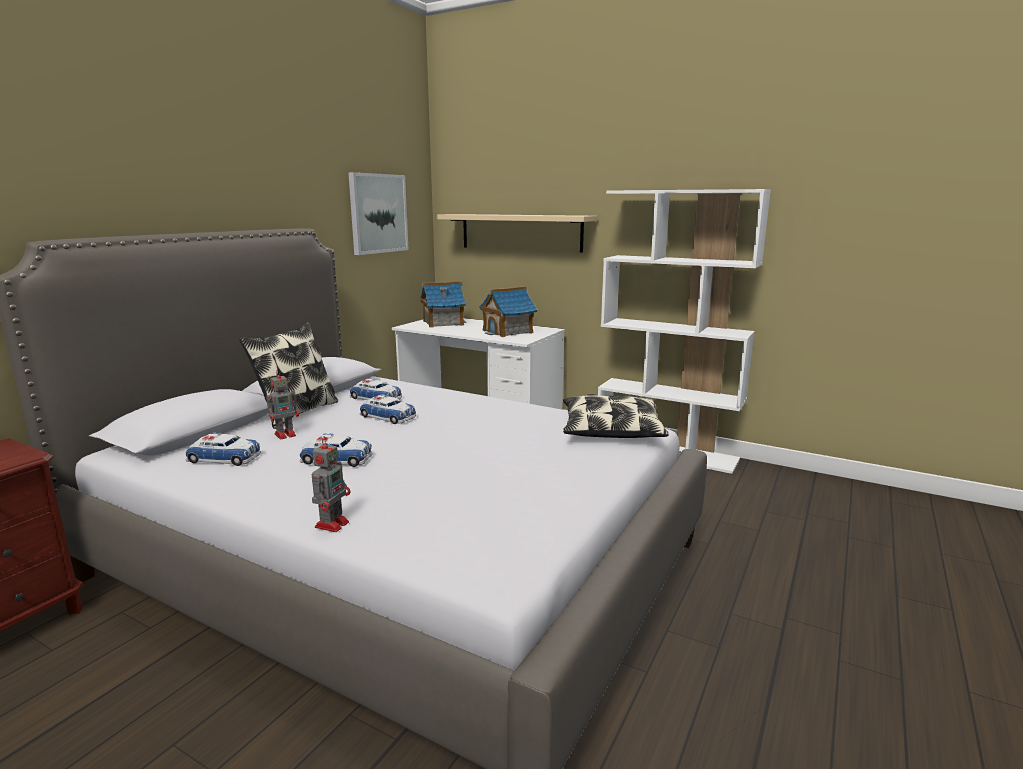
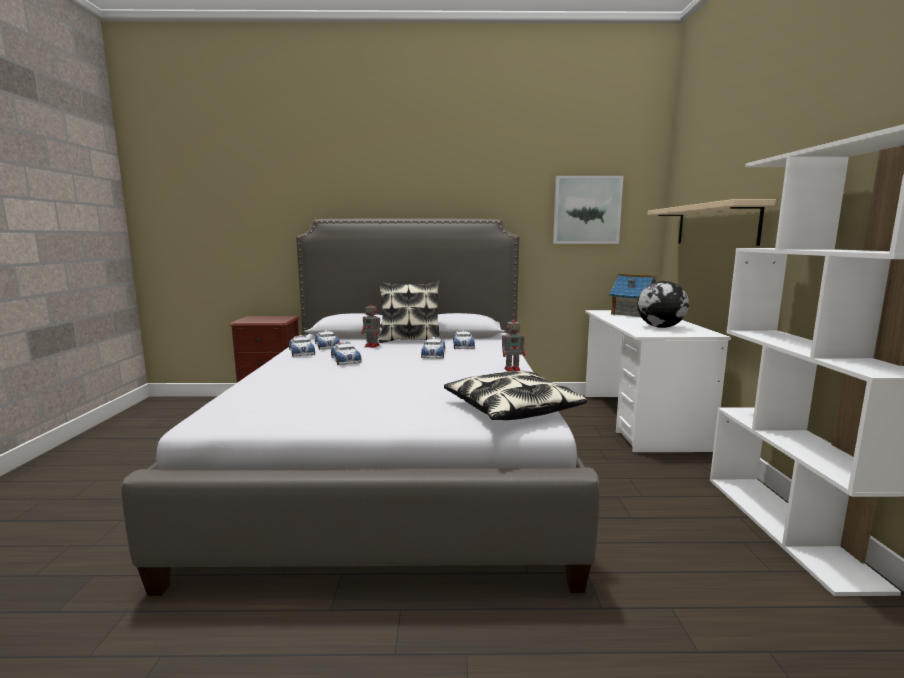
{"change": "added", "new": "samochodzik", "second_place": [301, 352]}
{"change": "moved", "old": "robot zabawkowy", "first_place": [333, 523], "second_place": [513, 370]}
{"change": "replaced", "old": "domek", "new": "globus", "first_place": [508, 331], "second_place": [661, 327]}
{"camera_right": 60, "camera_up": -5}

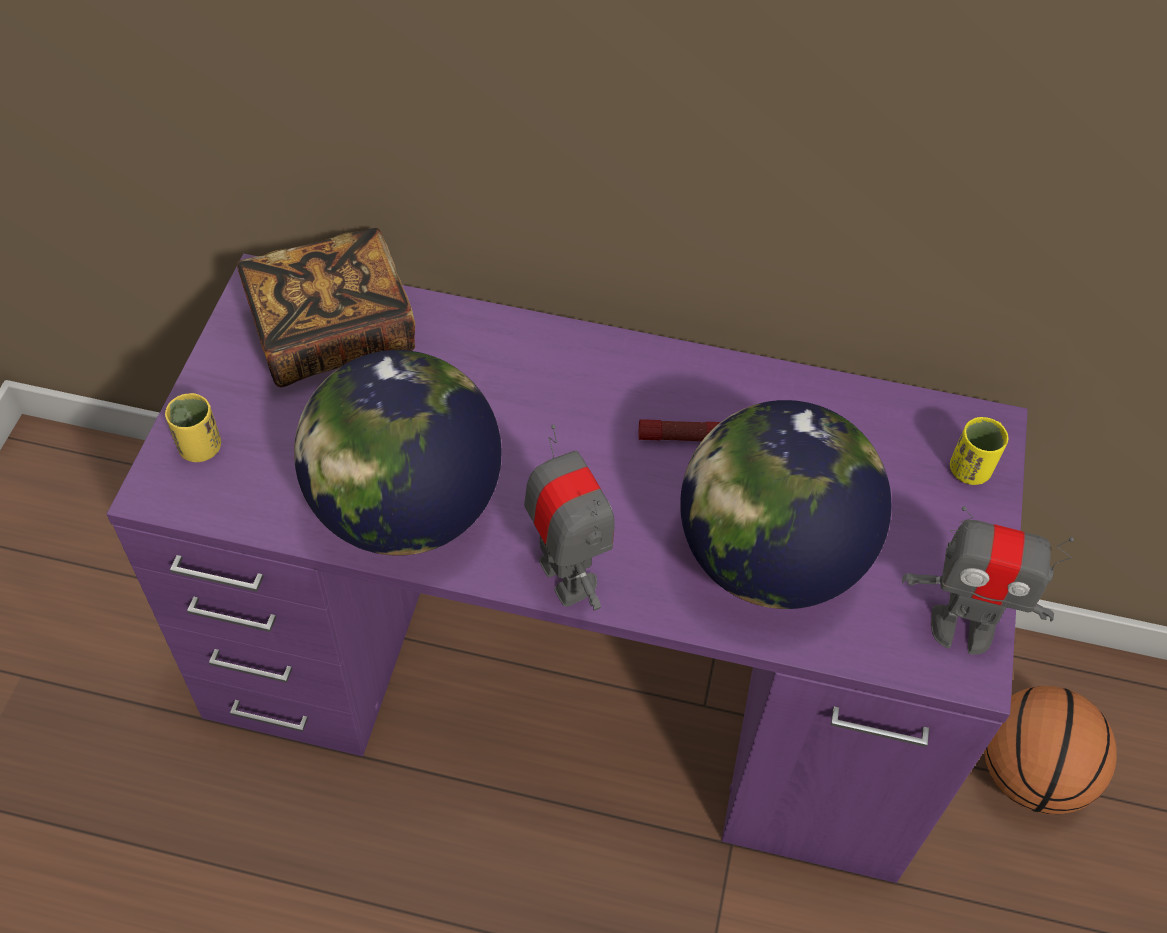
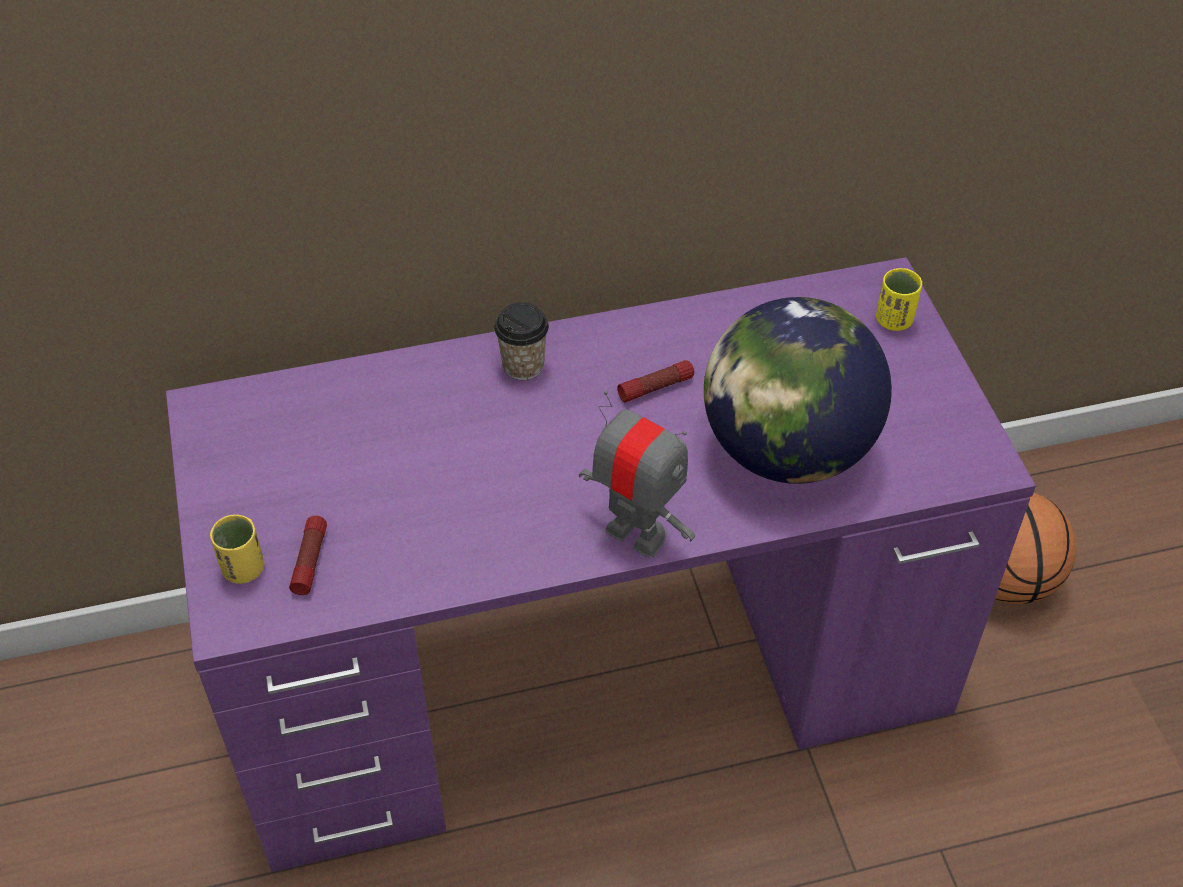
{"change": "removed", "old": "książka", "first_place": [332, 333]}
{"change": "removed", "old": "globus", "first_place": [404, 509]}
{"change": "removed", "old": "robot zabawkowy", "first_place": [962, 627]}
{"change": "added", "new": "latarka", "second_place": [310, 560]}
{"change": "added", "new": "filiżanka", "second_place": [523, 365]}
{"camera_right": -25, "camera_up": -5}

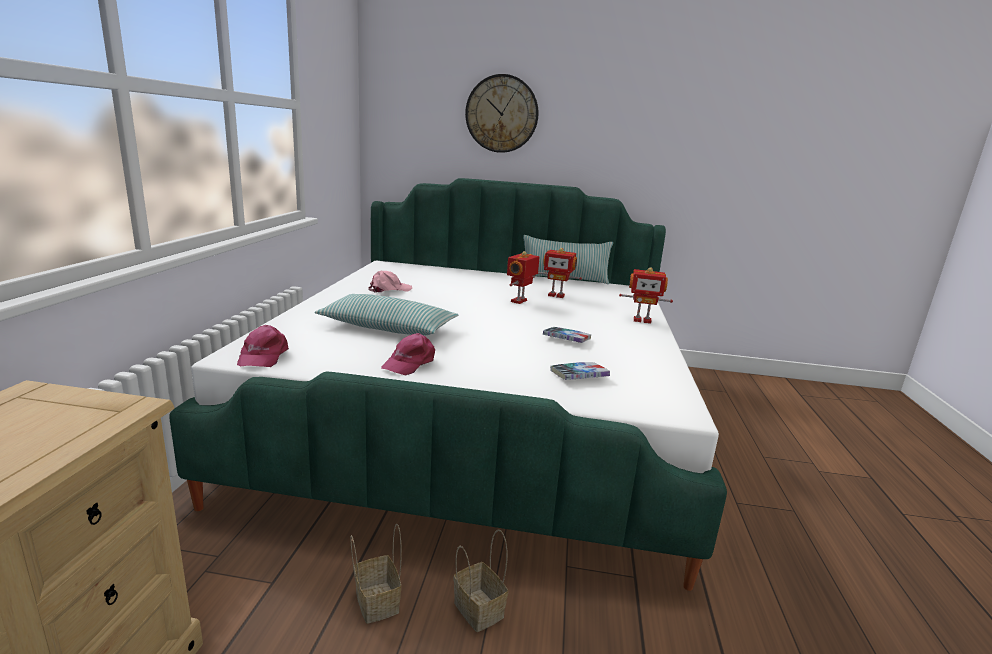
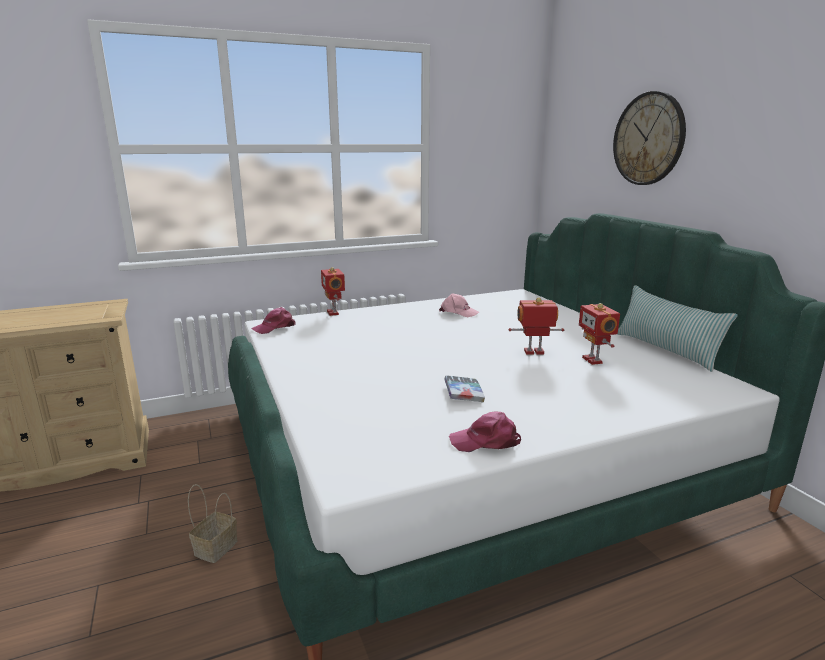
{"change": "removed", "old": "poduszka", "first_place": [387, 327]}
{"change": "removed", "old": "koszyk", "first_place": [375, 601]}
{"change": "removed", "old": "książka", "first_place": [579, 376]}
{"change": "moved", "old": "czapka z daszkiem/różowy", "first_place": [409, 363], "second_place": [486, 441]}
{"change": "moved", "old": "robot zabawkowy", "first_place": [642, 320], "second_place": [334, 313]}
{"camera_right": 60, "camera_up": 0}

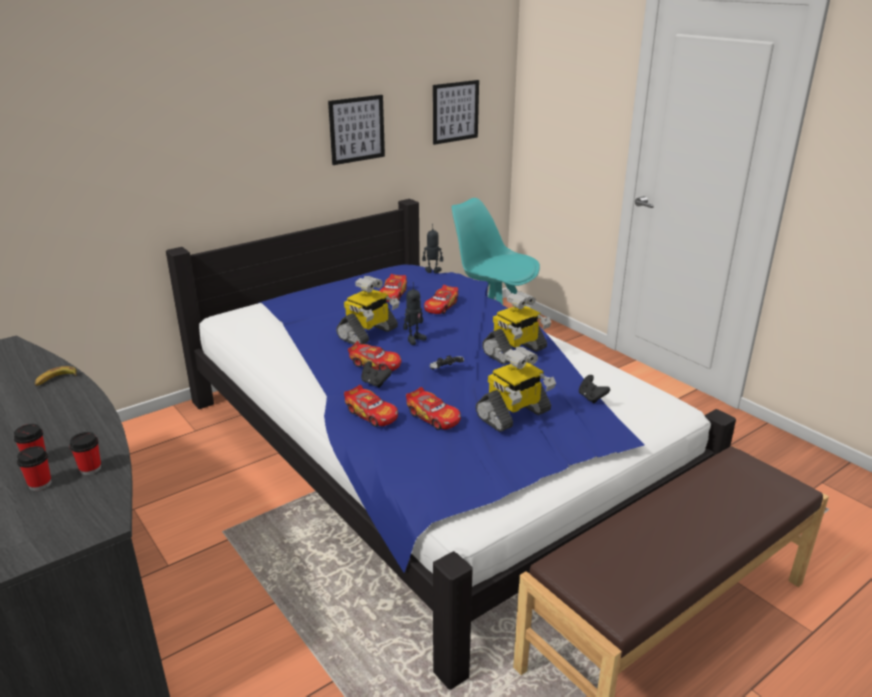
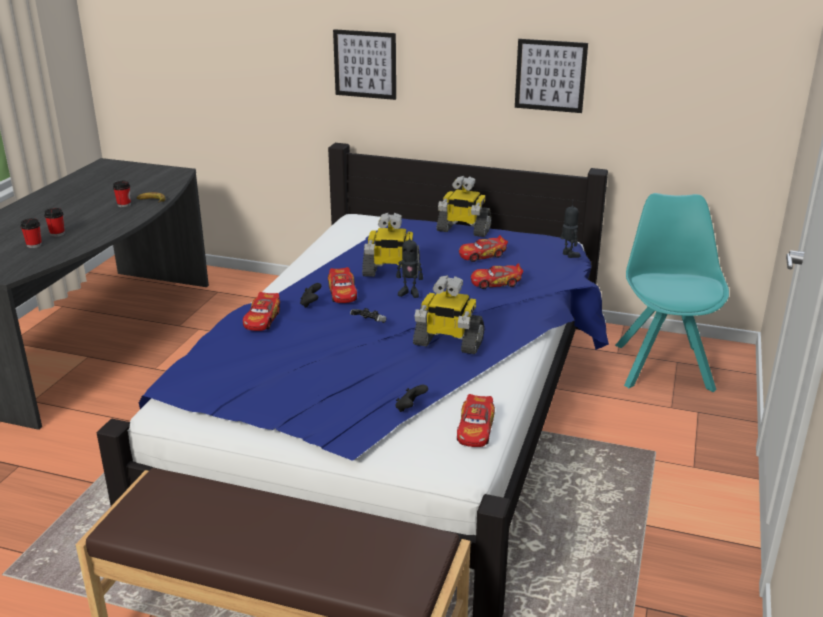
{"change": "moved", "old": "filiżanka", "first_place": [90, 469], "second_place": [124, 205]}
{"change": "moved", "old": "samochodzik", "first_place": [433, 417], "second_place": [475, 430]}
{"change": "moved", "old": "obraz", "first_place": [455, 112], "second_place": [365, 64]}
{"change": "moved", "old": "robot zabawkowy", "first_place": [513, 415], "second_place": [463, 230]}
{"camera_right": 55, "camera_up": 0}

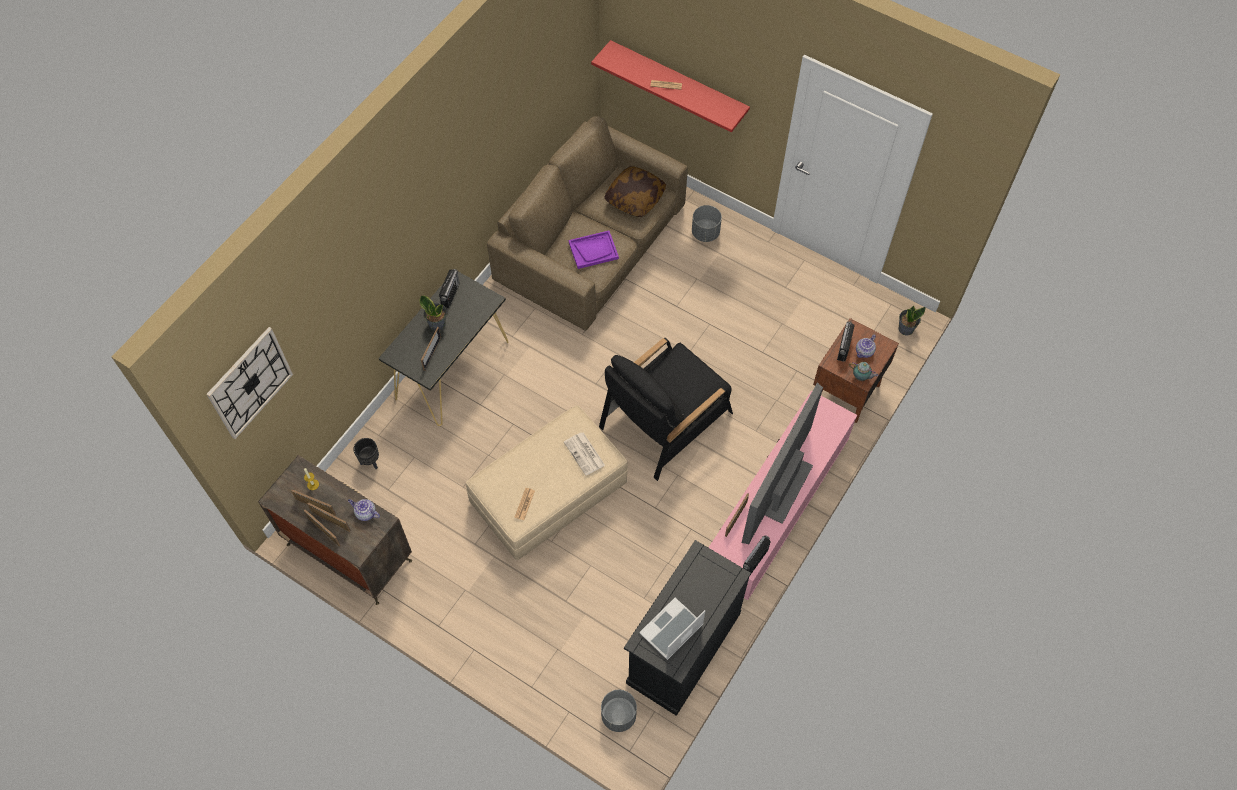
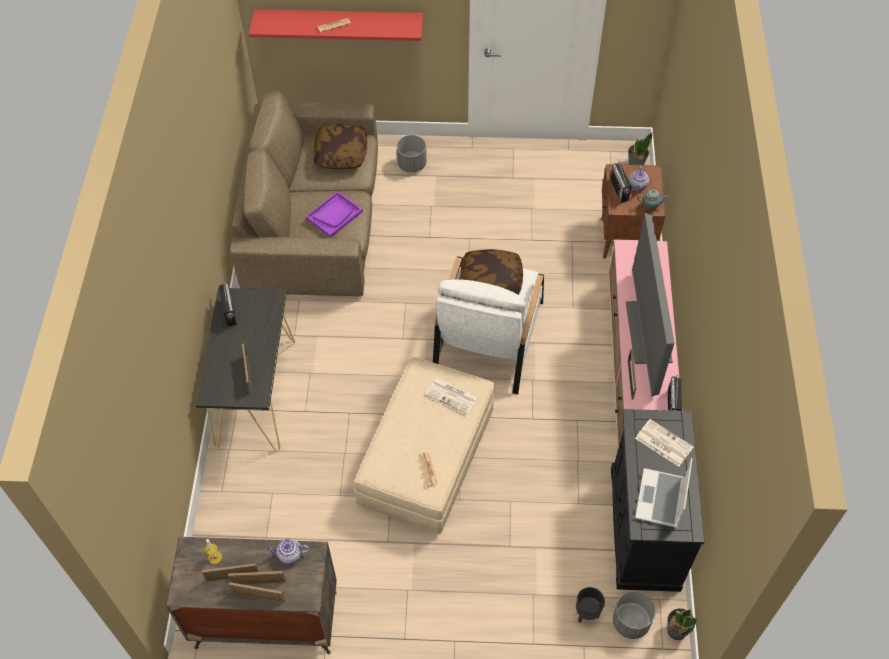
{"change": "removed", "old": "zegar ścienny", "first_place": [250, 383]}
{"change": "added", "new": "poduszka", "second_place": [491, 281]}
{"change": "added", "new": "gazeta", "second_place": [663, 443]}
{"change": "moved", "old": "donica/czarny", "first_place": [370, 462], "second_place": [586, 614]}
{"change": "moved", "old": "roślina doniczkowa", "first_place": [437, 324], "second_place": [676, 630]}
{"change": "recoloured", "old": "fotel/czarny", "new": "fotel/biały", "first_place": [665, 419], "second_place": [488, 337]}
{"camera_right": -30, "camera_up": -5}

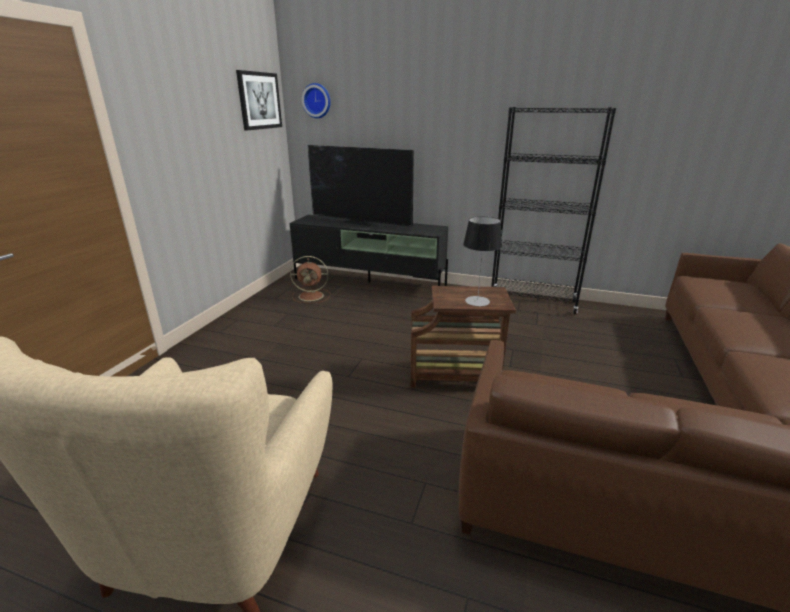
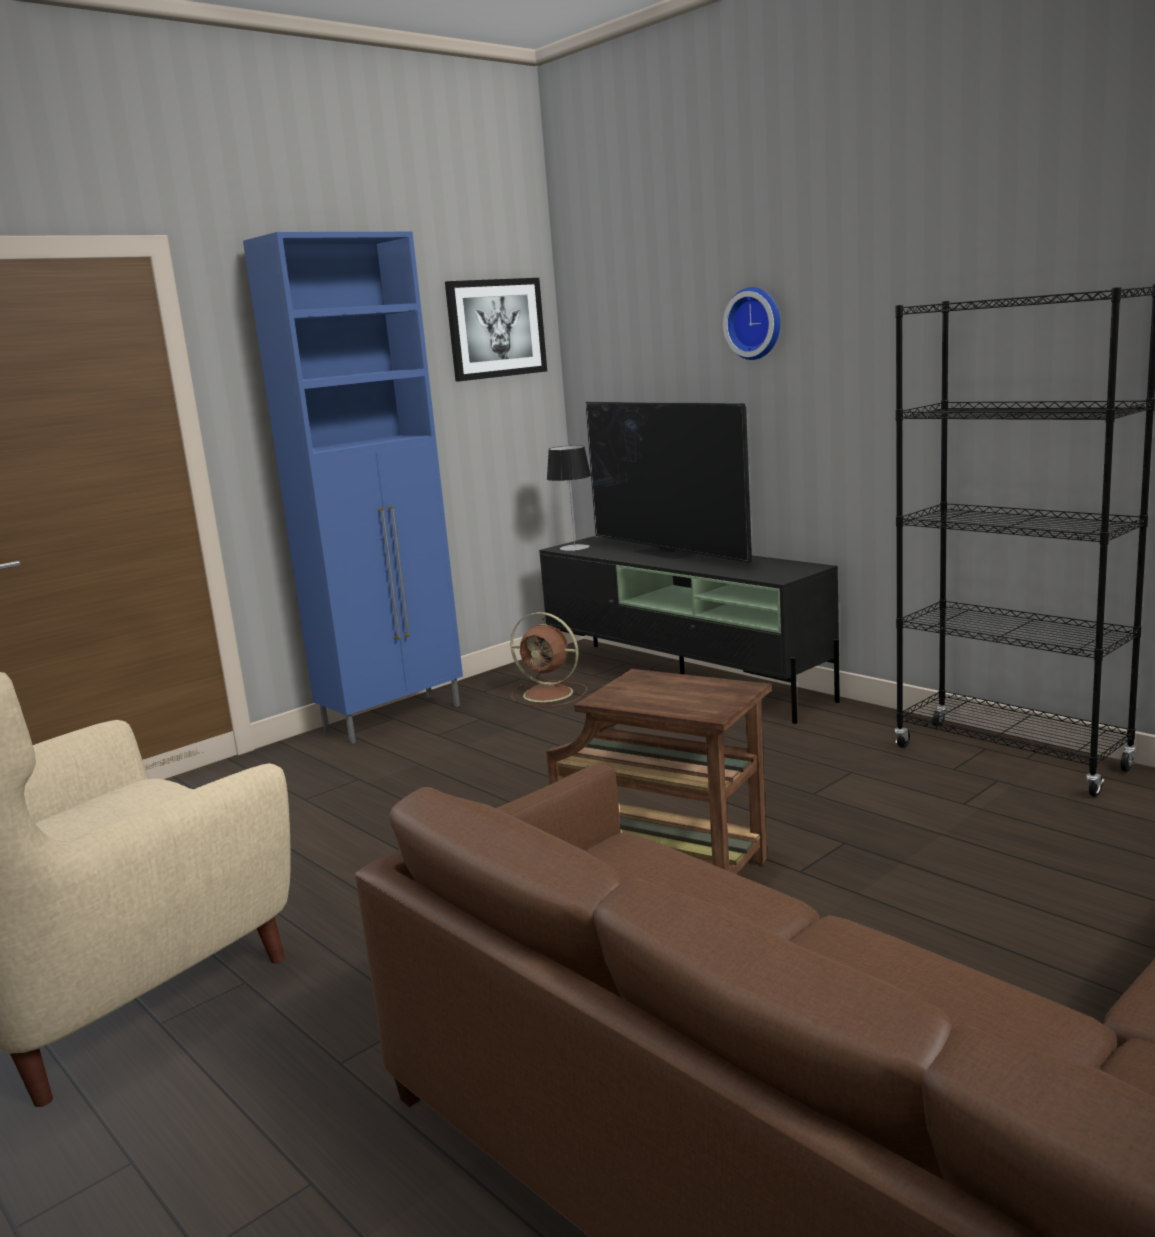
{"change": "added", "new": "szafka/niebieski", "second_place": [395, 718]}
{"change": "moved", "old": "zegar ścienny", "first_place": [317, 101], "second_place": [755, 323]}
{"change": "moved", "old": "lampa stołowa", "first_place": [477, 301], "second_place": [574, 548]}
{"camera_right": 30, "camera_up": -10}

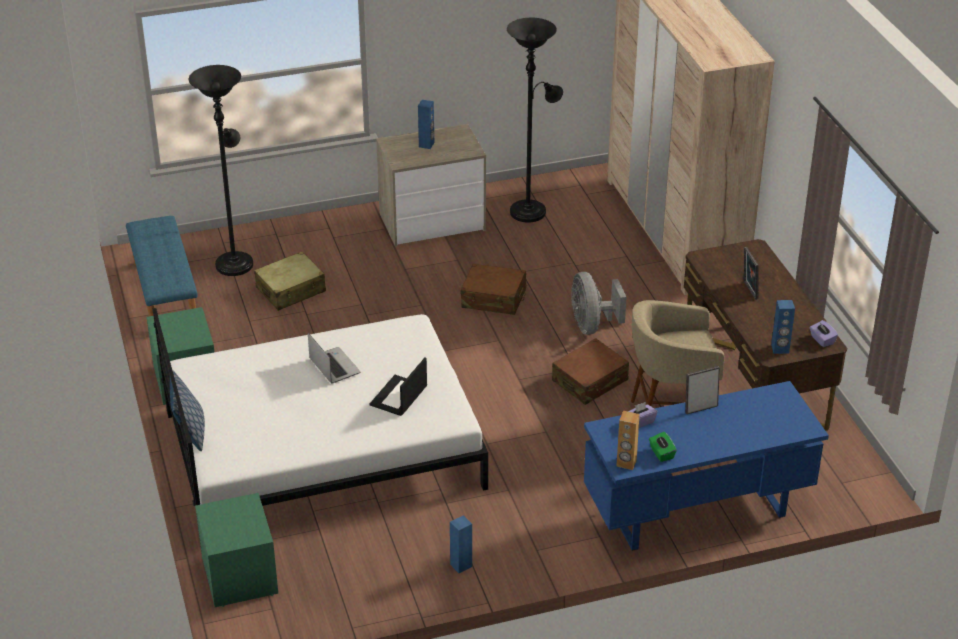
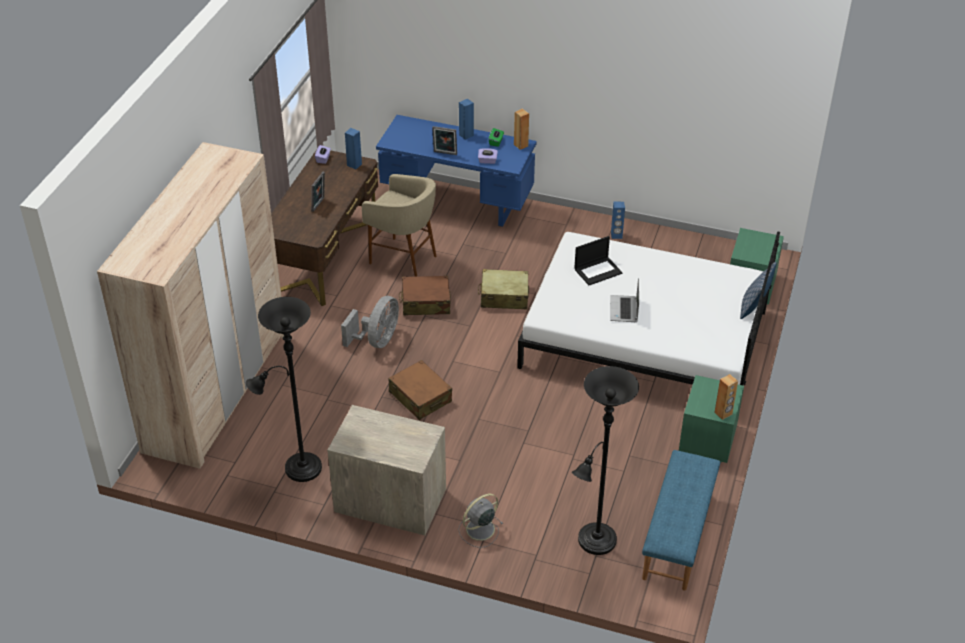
{"change": "added", "new": "wentylator/szary", "second_place": [479, 530]}
{"change": "added", "new": "głośnik/brązowy", "second_place": [723, 413]}
{"change": "moved", "old": "walizka/beżowy", "first_place": [291, 290], "second_place": [504, 296]}
{"change": "moved", "old": "głośnik/niebieski", "first_place": [426, 145], "second_place": [466, 135]}
{"camera_right": -145, "camera_up": 5}

